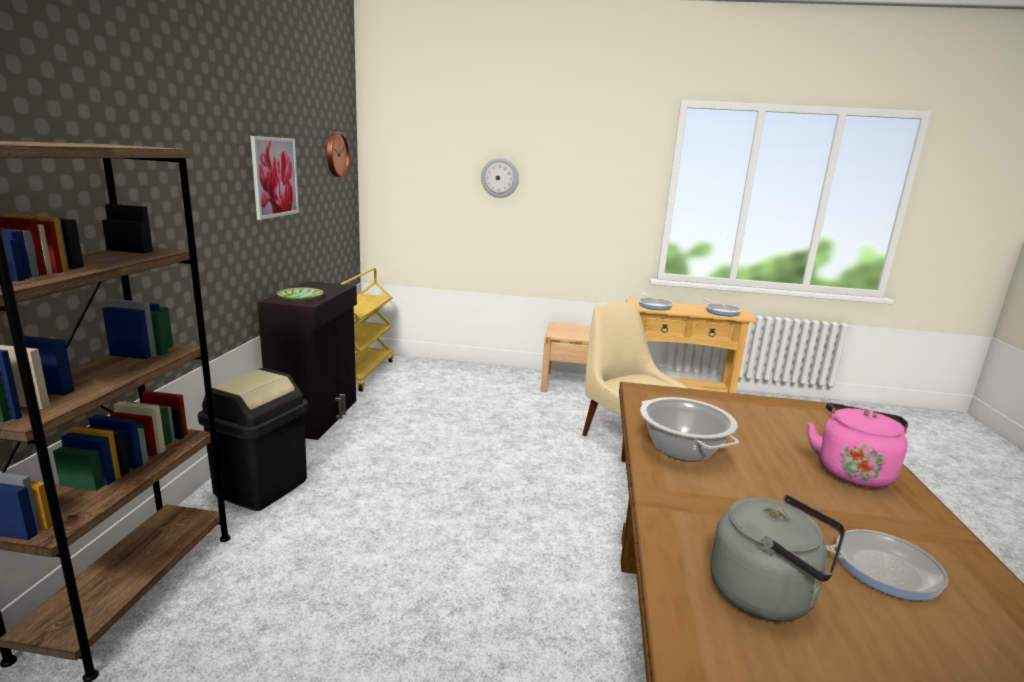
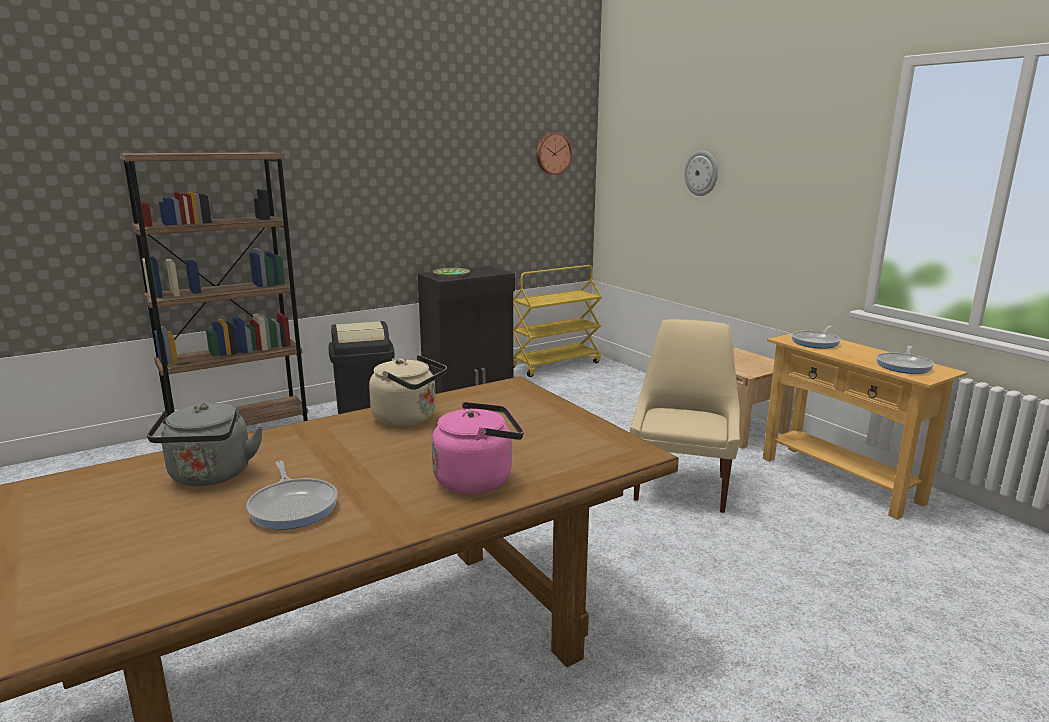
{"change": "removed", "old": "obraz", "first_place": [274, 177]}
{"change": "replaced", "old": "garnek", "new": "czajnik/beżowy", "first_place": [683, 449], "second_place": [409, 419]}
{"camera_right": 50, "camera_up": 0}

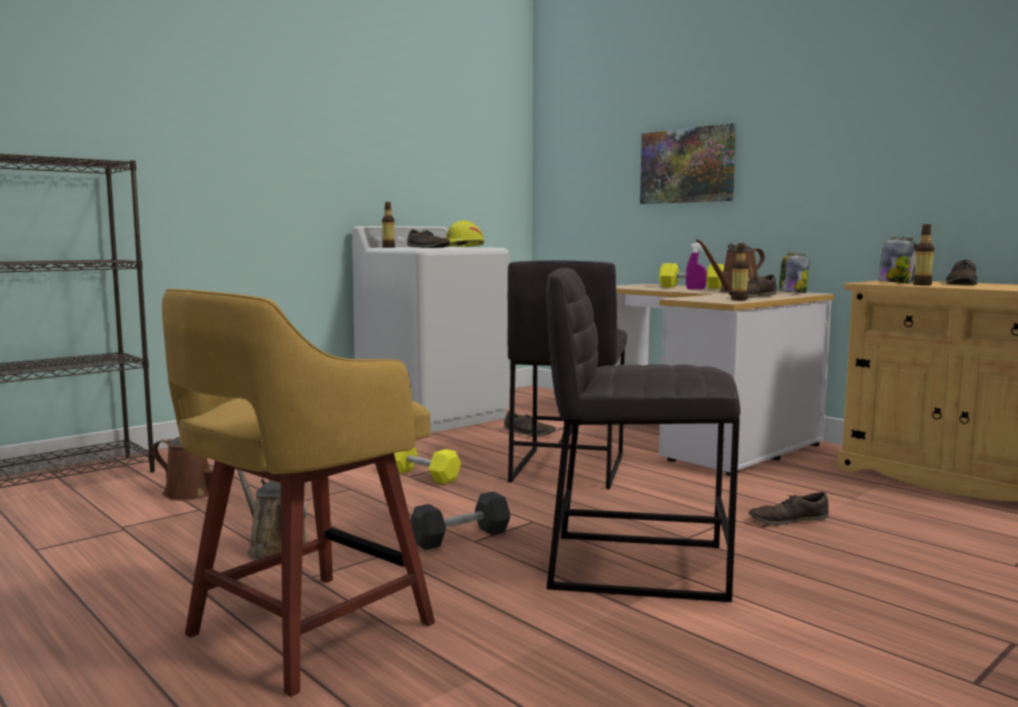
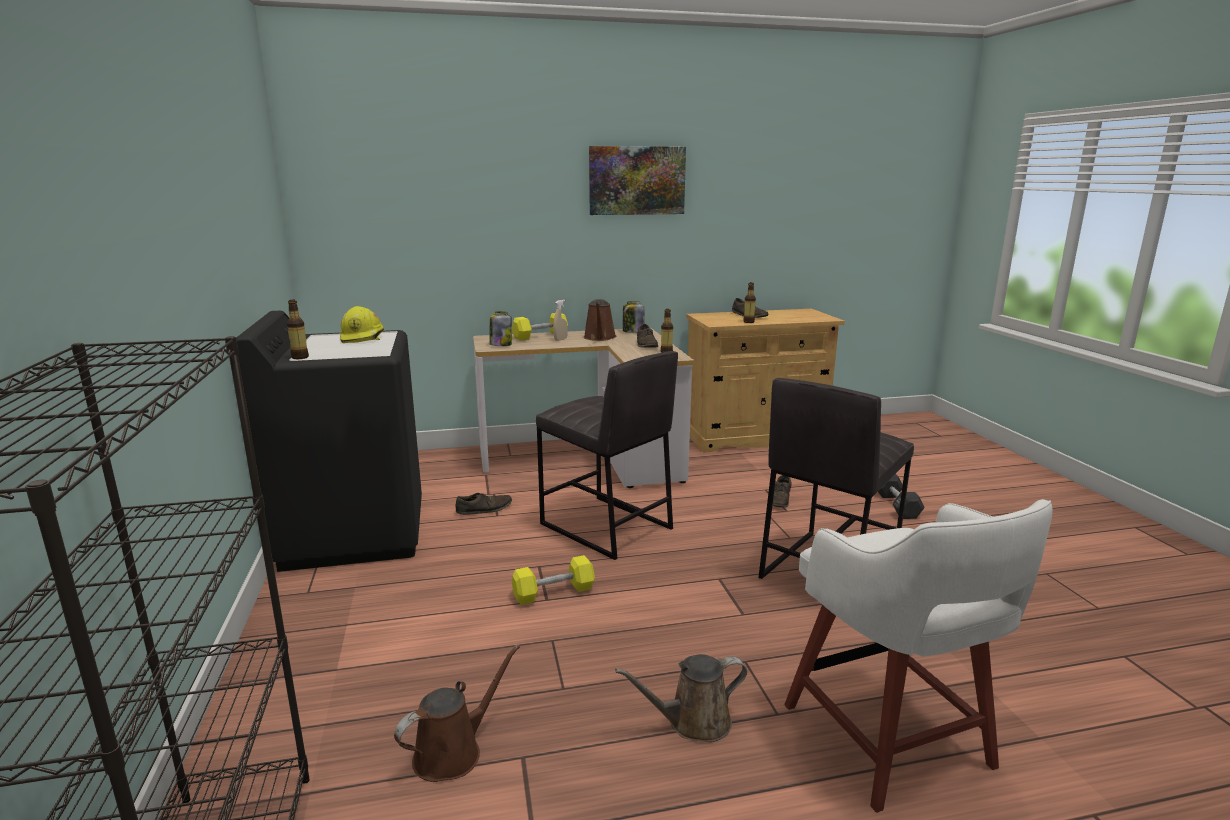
{"change": "removed", "old": "but/brązowy", "first_place": [427, 247]}
{"change": "moved", "old": "hantel/czarny", "first_place": [460, 537], "second_place": [896, 505]}
{"change": "moved", "old": "obraz", "first_place": [687, 166], "second_place": [637, 180]}
{"change": "moved", "old": "słoik", "first_place": [895, 283], "second_place": [500, 345]}
{"change": "recoloured", "old": "stołek/żółty", "new": "stołek/biały", "first_place": [303, 632], "second_place": [889, 740]}
{"change": "recoloured", "old": "pralka/biały", "new": "pralka/czarny", "first_place": [433, 416], "second_place": [353, 533]}
{"change": "recoloured", "old": "spryskiwacz/fioletowy", "new": "spryskiwacz/beżowy", "first_place": [695, 289], "second_place": [560, 339]}
{"camera_right": -60, "camera_up": 10}

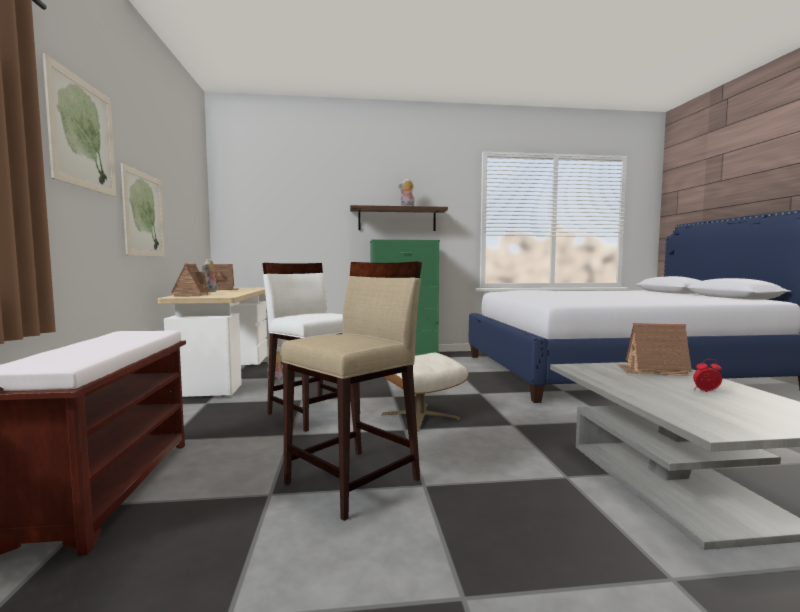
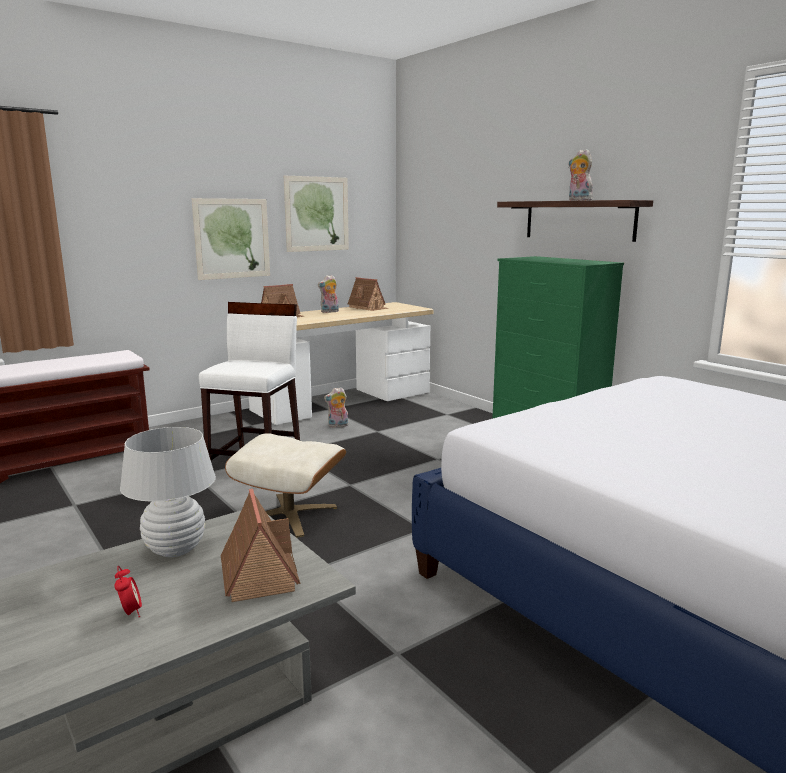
{"change": "removed", "old": "stołek/beżowy", "first_place": [354, 481]}
{"change": "added", "new": "lampa stołowa/biały", "second_place": [175, 549]}
{"change": "moved", "old": "obraz", "first_place": [82, 134], "second_place": [317, 214]}
{"camera_right": 60, "camera_up": 10}

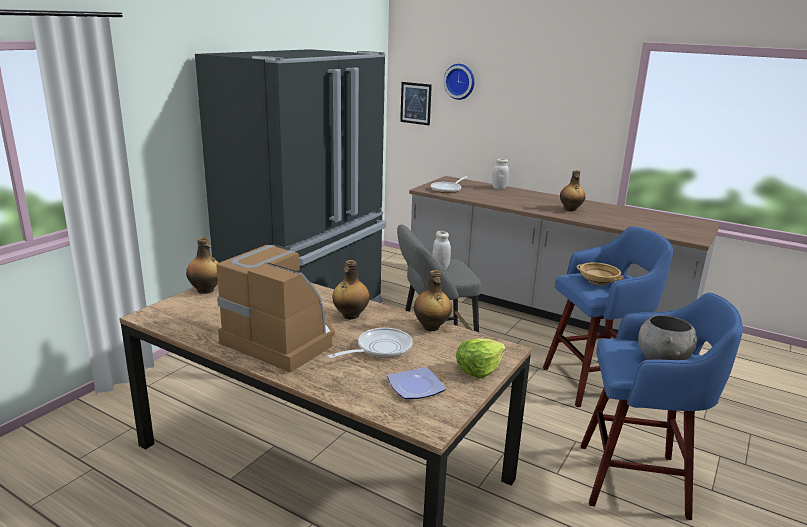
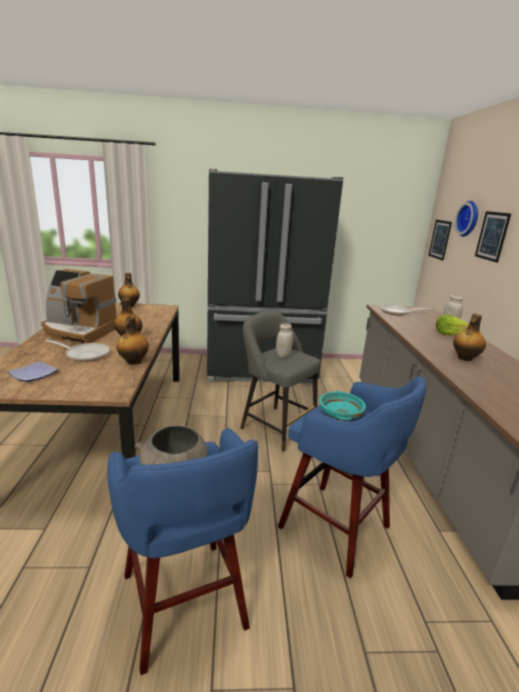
{"change": "added", "new": "obraz", "second_place": [492, 236]}
{"change": "moved", "old": "sałata", "first_place": [478, 369], "second_place": [449, 334]}
{"change": "recoloured", "old": "miska/beżowy", "new": "miska/turkusowy", "first_place": [598, 281], "second_place": [340, 415]}
{"change": "turned", "old": "ekspres do kawy", "first_place": [282, 339], "second_place": [79, 331], "degrees": 105}
{"camera_right": 55, "camera_up": 0}

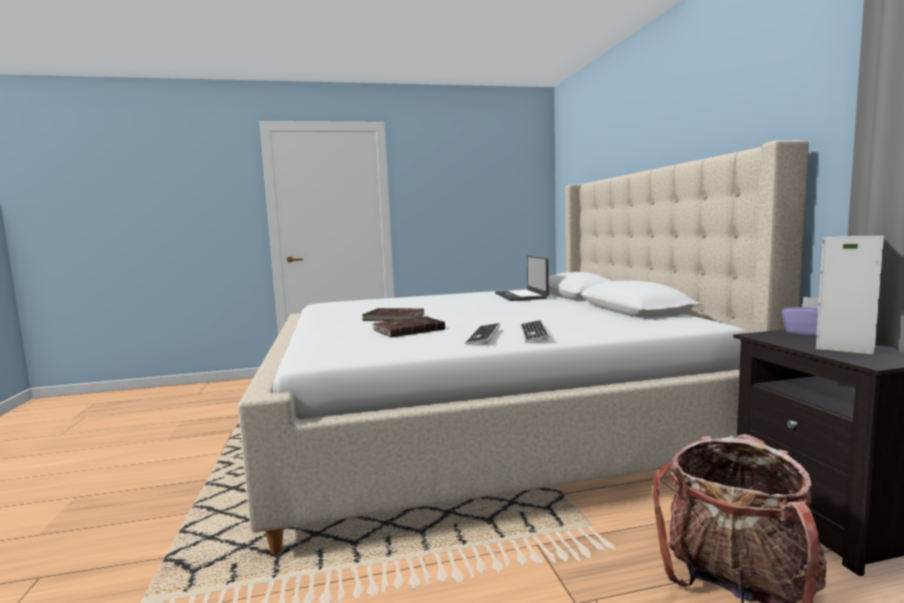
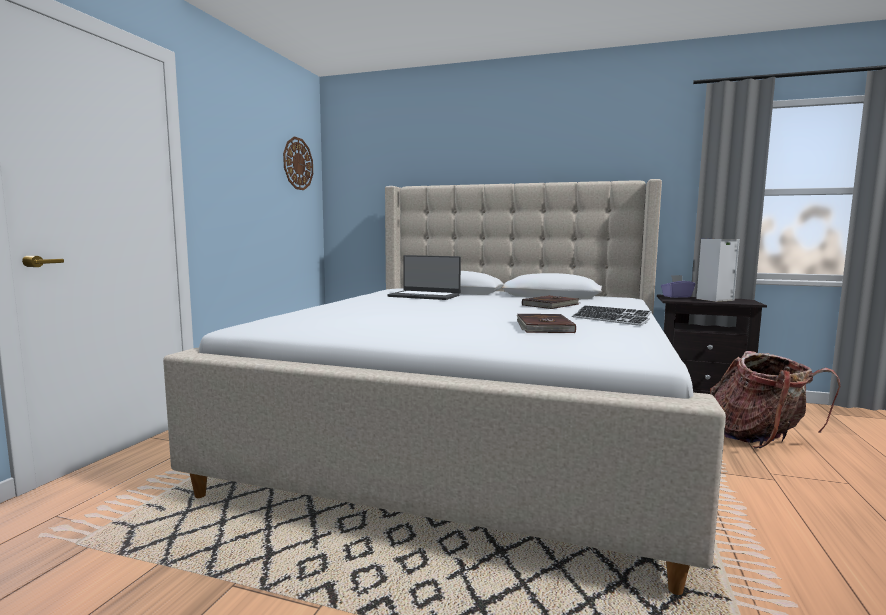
{"change": "added", "new": "zegar ścienny", "second_place": [298, 164]}
{"change": "moved", "old": "książka/brązowy", "first_place": [394, 318], "second_place": [551, 305]}
{"camera_right": -60, "camera_up": 0}

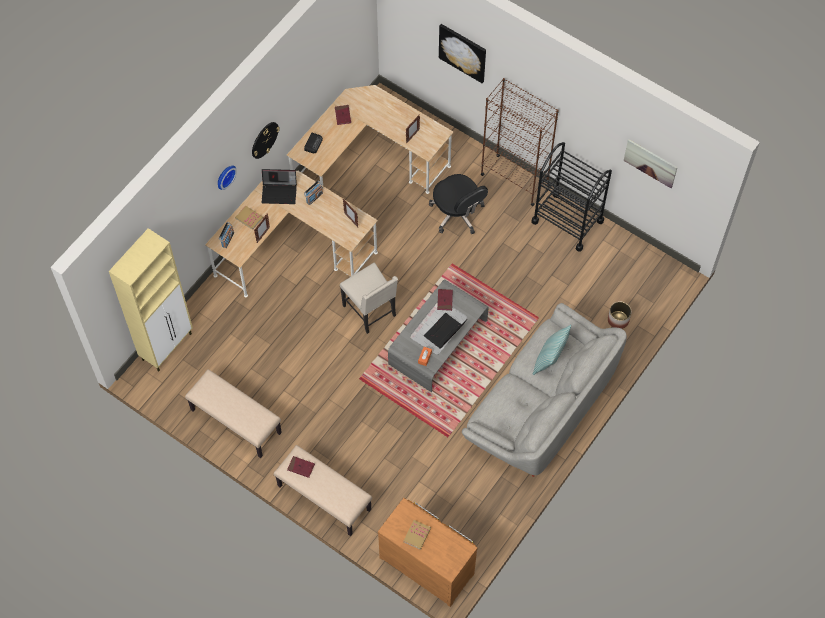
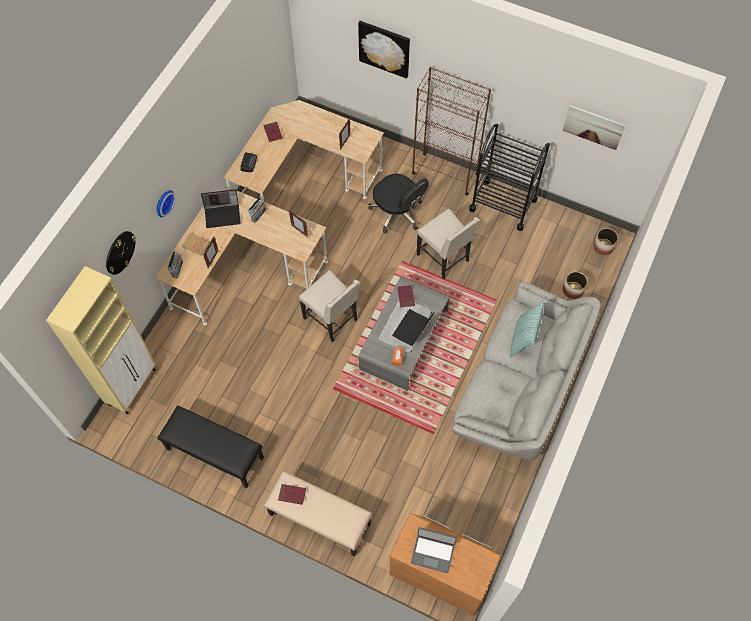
{"change": "added", "new": "krzesło/beżowy", "second_place": [444, 258]}
{"change": "added", "new": "donica", "second_place": [603, 247]}
{"change": "moved", "old": "zegar ścienny", "first_place": [264, 140], "second_place": [120, 252]}
{"change": "replaced", "old": "książka", "new": "laptop", "first_place": [417, 535], "second_place": [433, 553]}
{"change": "recoloured", "old": "ławka/beżowy", "new": "ławka/czarny", "first_place": [235, 421], "second_place": [214, 454]}
{"camera_right": -10, "camera_up": 0}

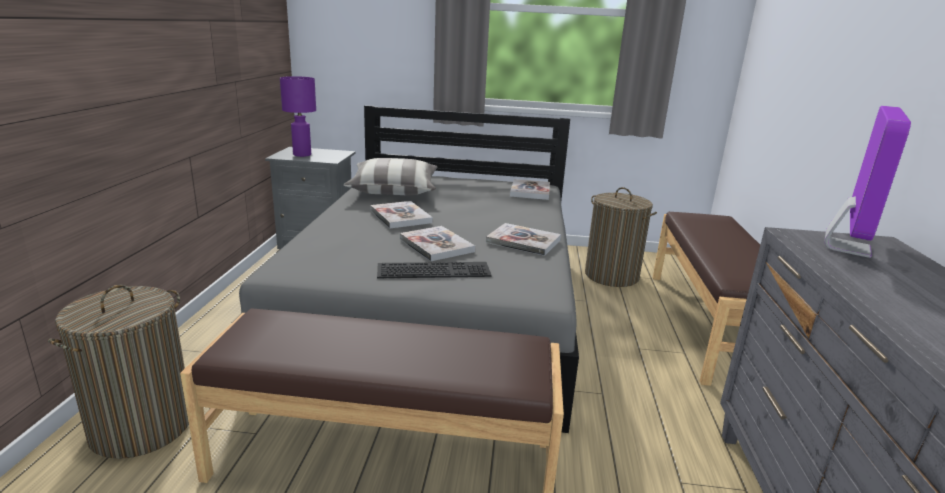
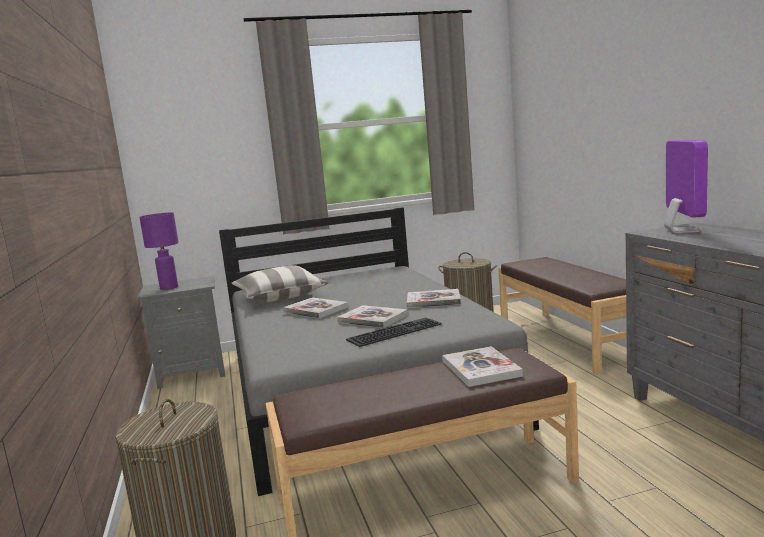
{"change": "moved", "old": "książka", "first_place": [530, 191], "second_place": [480, 368]}
{"camera_right": -20, "camera_up": -10}

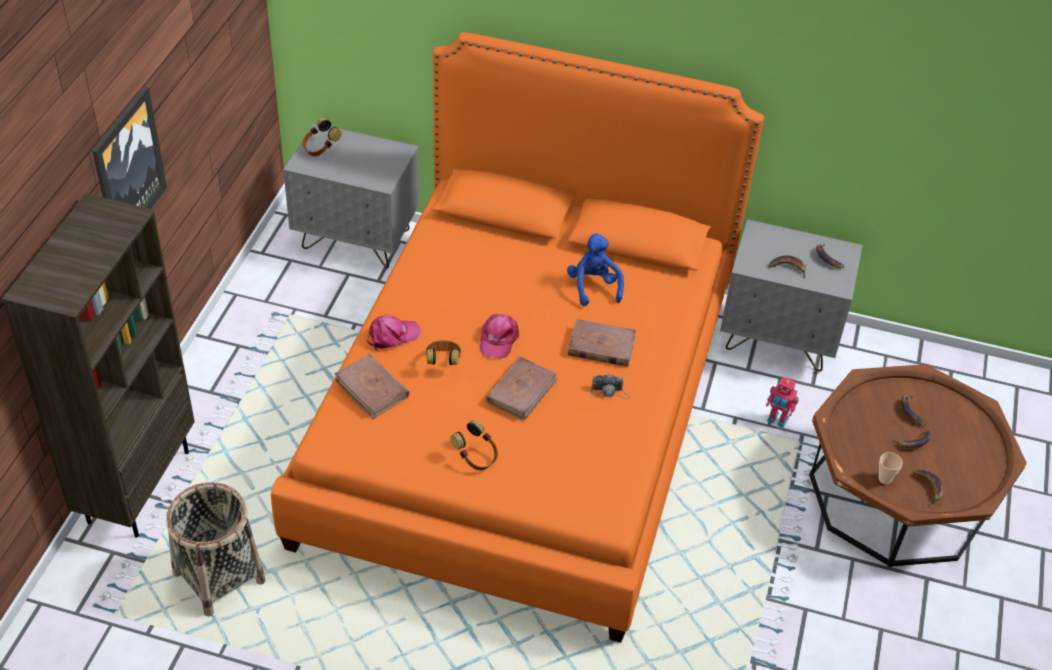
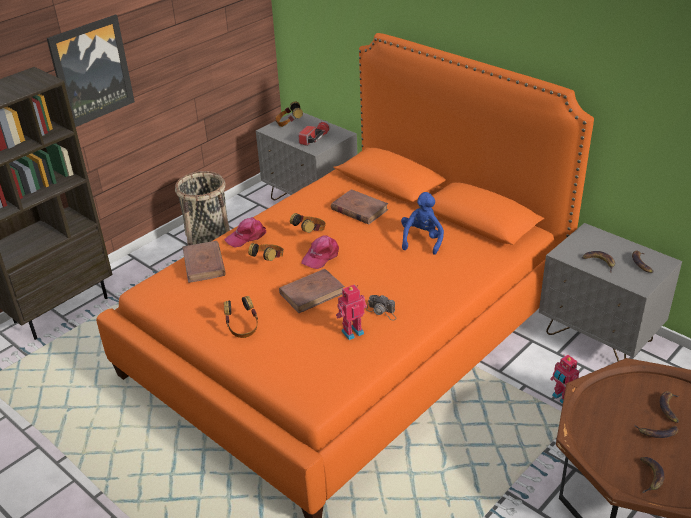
{"change": "removed", "old": "filiżanka", "first_place": [884, 479]}
{"change": "added", "new": "słuchawki", "second_place": [310, 233]}
{"change": "added", "new": "latarka", "second_place": [315, 138]}
{"change": "added", "new": "robot zabawkowy", "second_place": [351, 331]}
{"change": "moved", "old": "koszyk", "first_place": [218, 577], "second_place": [209, 242]}
{"change": "moved", "old": "książka/brązowy", "first_place": [600, 346], "second_place": [359, 209]}
{"change": "turned", "old": "czapka z daszkiem/różowy", "first_place": [392, 335], "second_place": [246, 236], "degrees": 150}
{"camera_right": 30, "camera_up": -10}

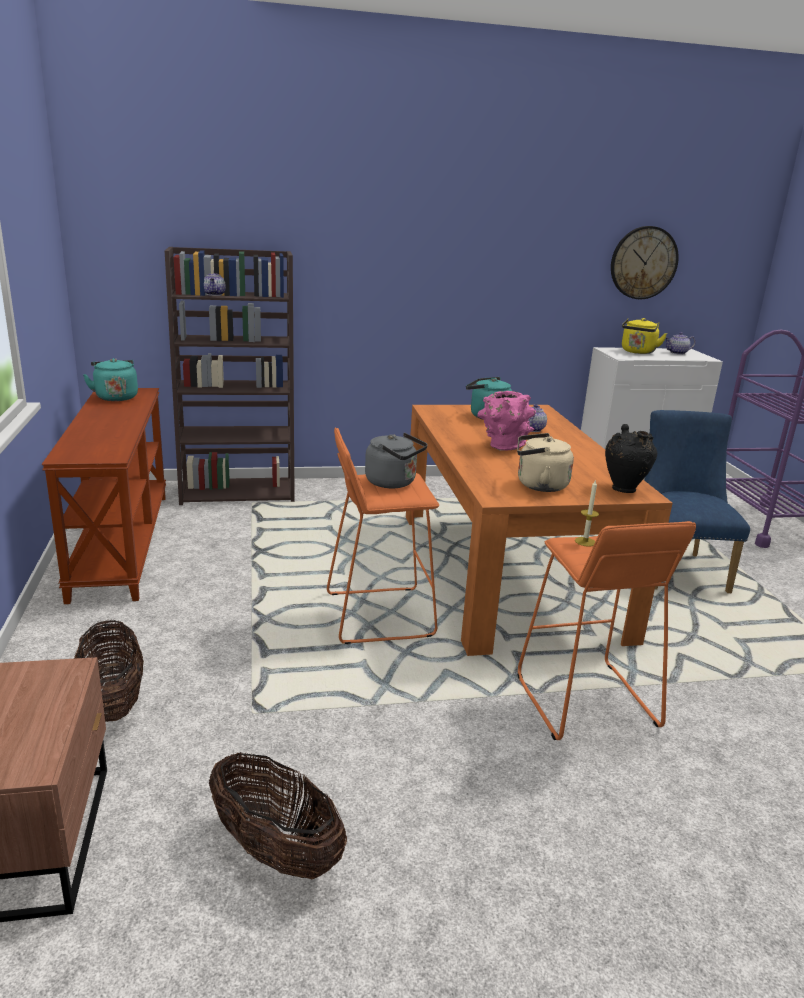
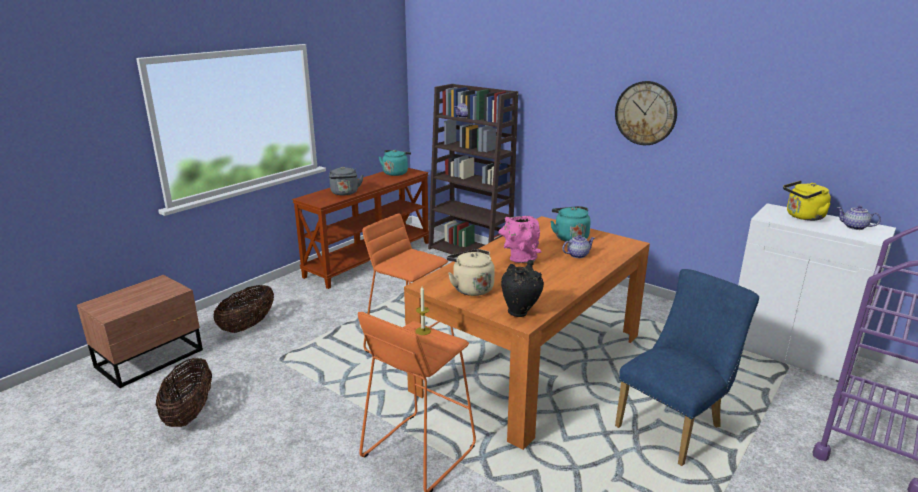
{"change": "moved", "old": "czajnik/szary", "first_place": [393, 483], "second_place": [345, 193]}
{"change": "moved", "old": "zegar ścienny", "first_place": [643, 263], "second_place": [645, 113]}
{"camera_right": 50, "camera_up": 0}

